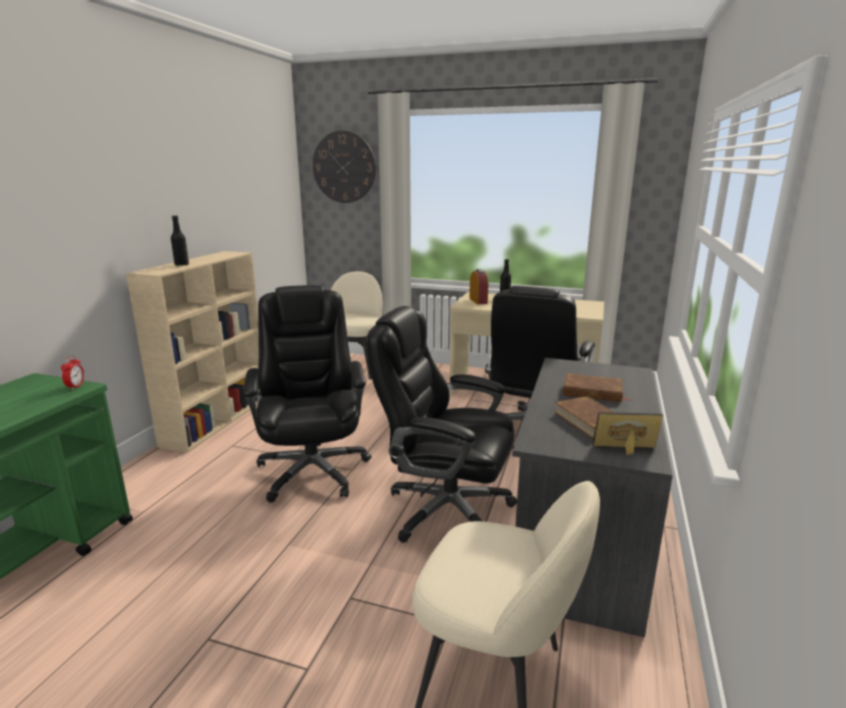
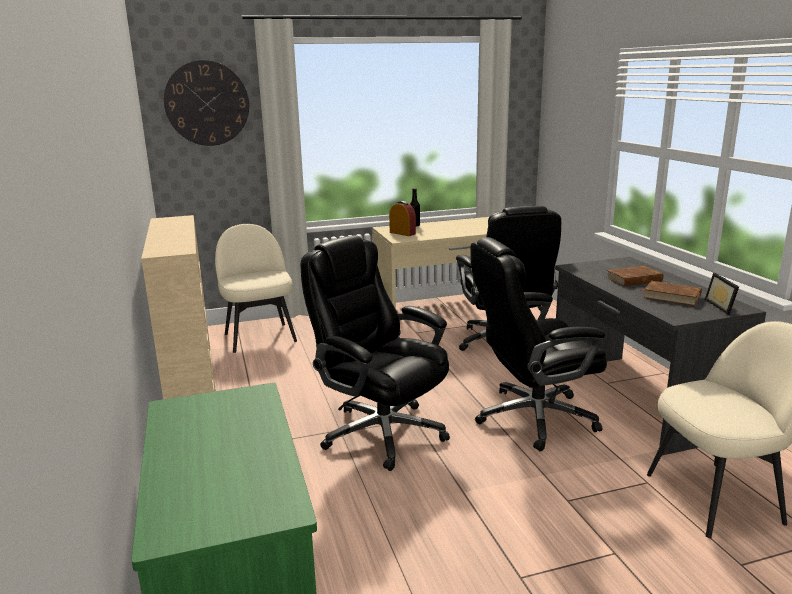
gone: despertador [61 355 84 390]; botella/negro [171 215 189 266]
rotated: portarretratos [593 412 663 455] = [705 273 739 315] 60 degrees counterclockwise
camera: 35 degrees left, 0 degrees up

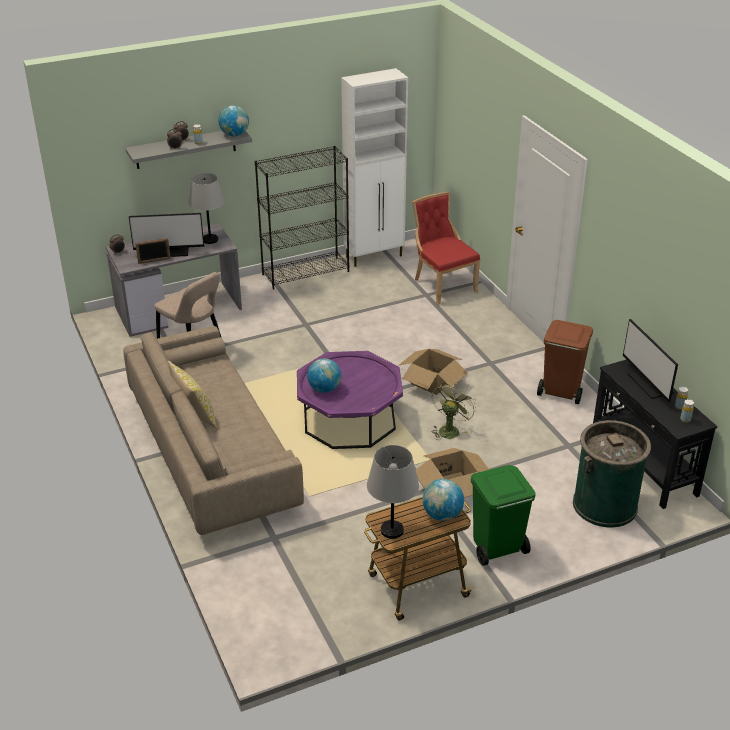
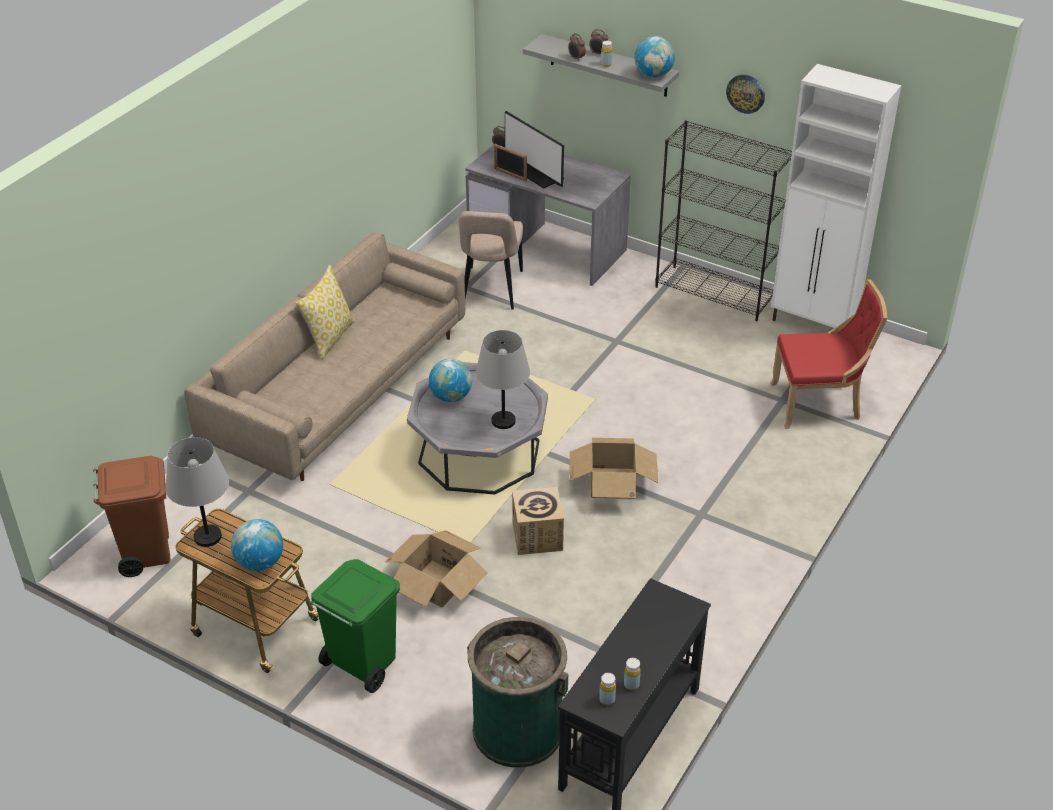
gone: monitor [623 319 678 402]
new: reloj de pared [726 75 765 114]
shifted: papelera/marrón [537 320 593 404] to [93 456 170 577]; lámpara de mesa/gris [188 173 225 244] to [476 330 530 429]
swapped: ventilador/verde [431 382 476 440] to caja de cartón [512 487 564 555]
repainted: mesa de centro/morado [297 351 403 449] to mesa de centro/gris [407 362 548 494]
rotated: silla/rojo [412 192 480 305] = [771 279 888 429] 60 degrees clockwise
camera: 55 degrees right, 5 degrees up

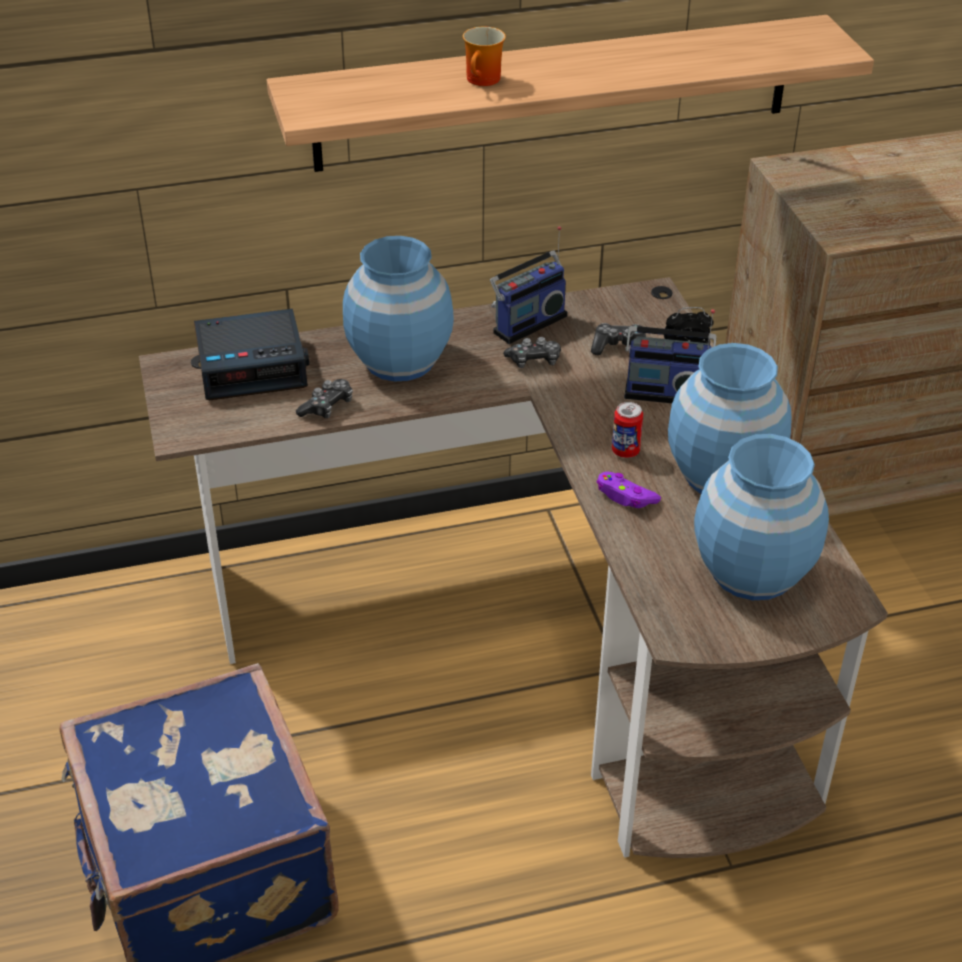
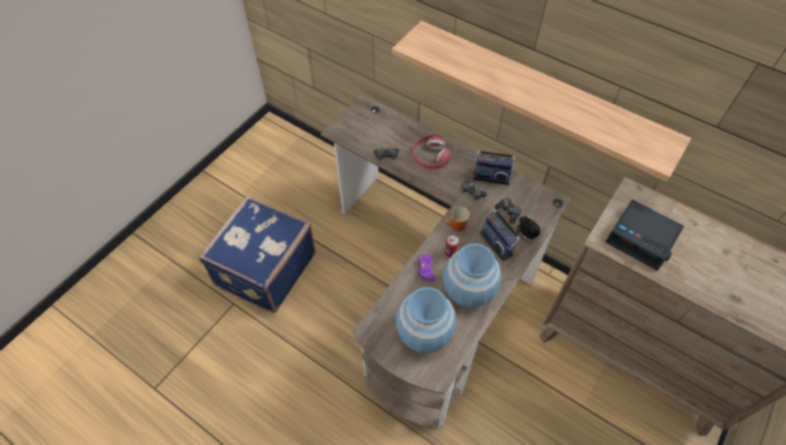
shifted: taza grande [463 27 506 86] to [445 206 470 231]; despertador [194 309 309 400] to [606 199 684 271]
swapped: florero/azul [343 236 454 381] to auriculares/rojo [413 134 452 170]
camera: 50 degrees right, 15 degrees up

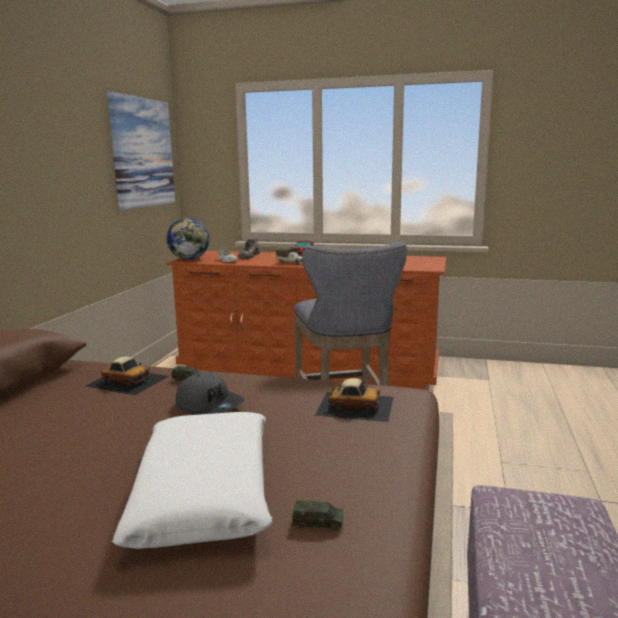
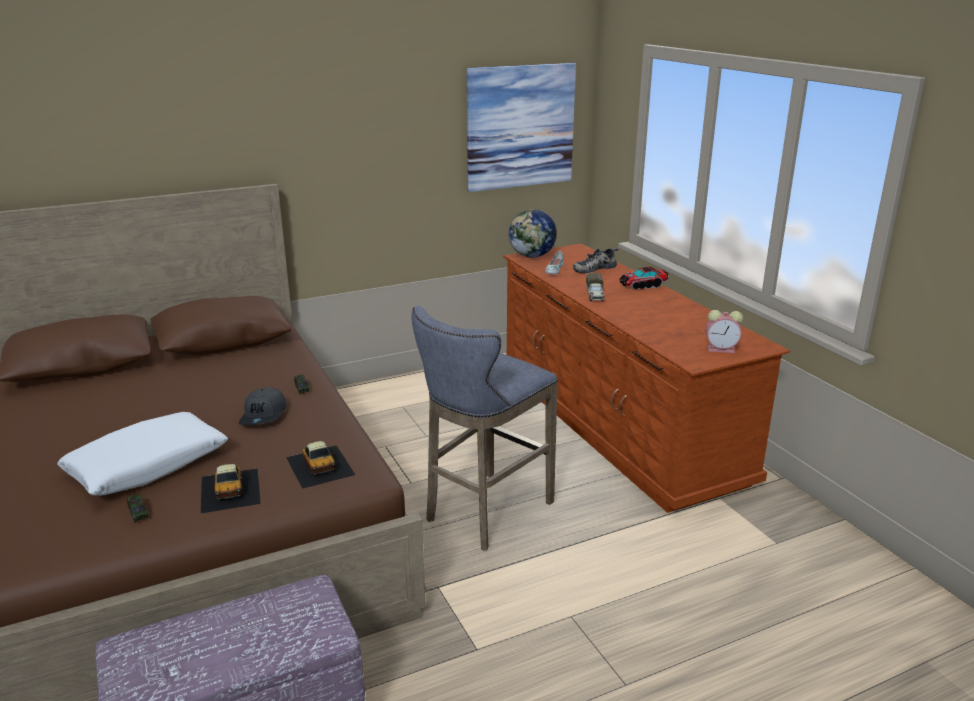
new: despertador [706 310 743 353]
shifted: coche de juguete [85 356 169 395] to [201 464 261 513]
camera: 50 degrees right, 10 degrees up

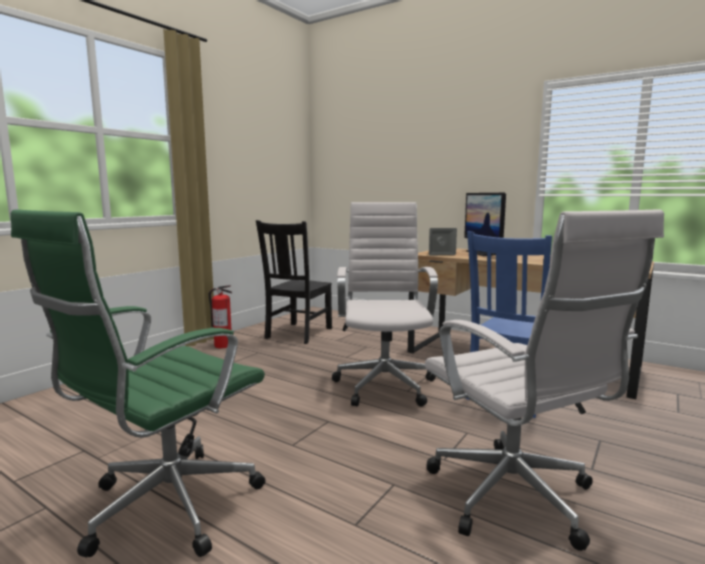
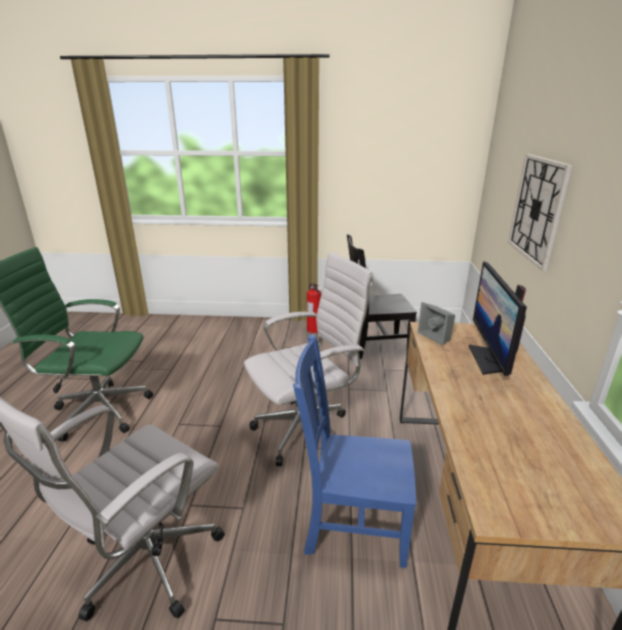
new: reloj de pared [508 154 573 271]
rotated: monitor [464 193 506 256] = [469 261 527 376] 45 degrees counterclockwise
camera: 60 degrees right, 15 degrees up

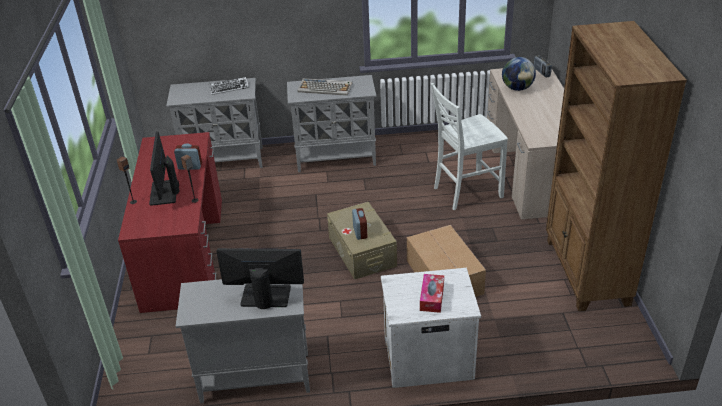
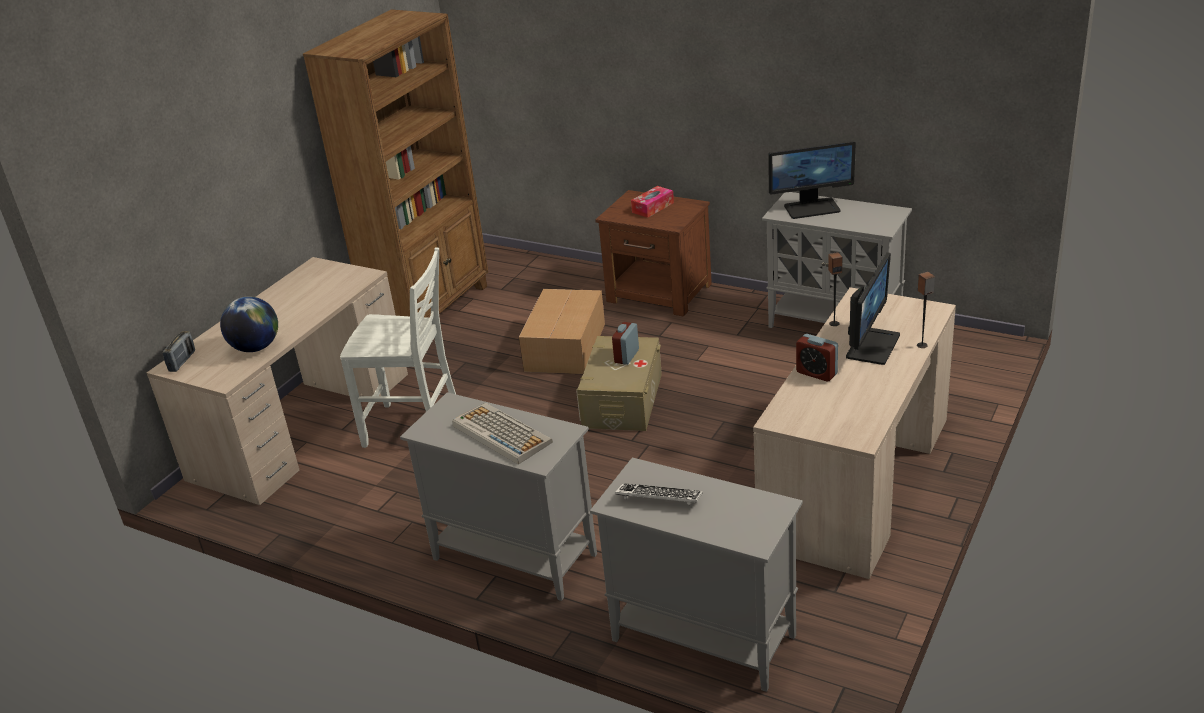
repainted: mesita de noche/blanco [381 268 481 388] to mesita de noche/marrón [595 190 712 317]; escritorio/rojo [118 132 222 313] to escritorio/beis [753 287 956 579]
rotated: monitor [216 248 304 309] = [768 141 856 219] 45 degrees counterclockwise
camera: 145 degrees left, 5 degrees down

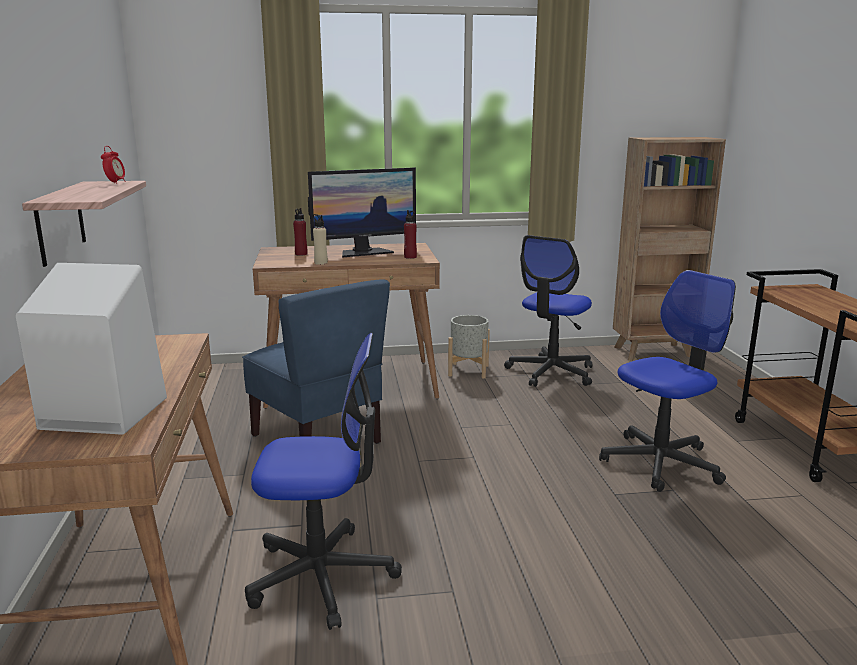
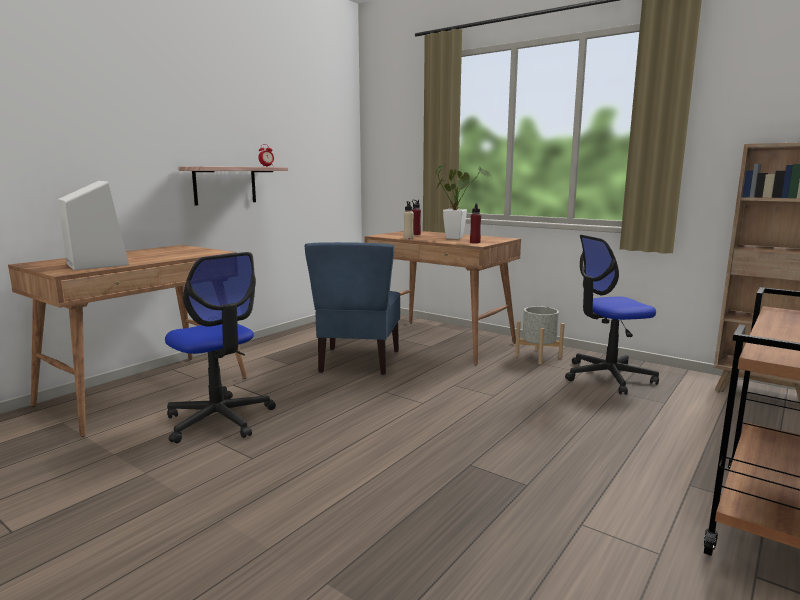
gone: silla de oficina [599 270 736 492]
swapped: monitor [308 167 416 258] to planta en maceta [435 165 491 239]
camera: 45 degrees right, 5 degrees down

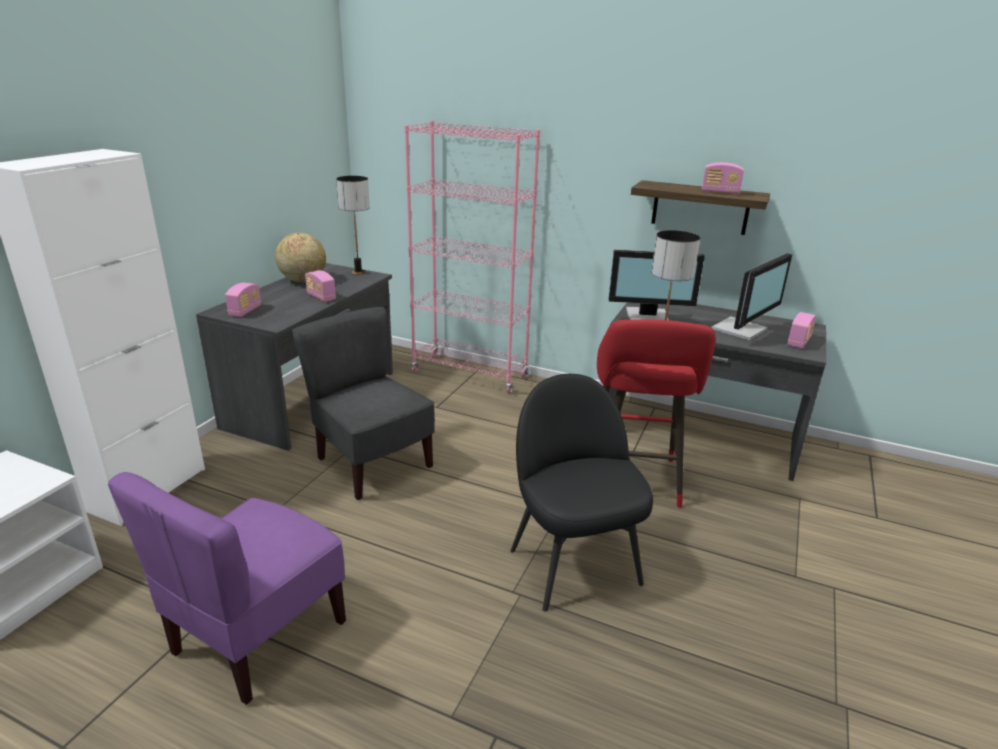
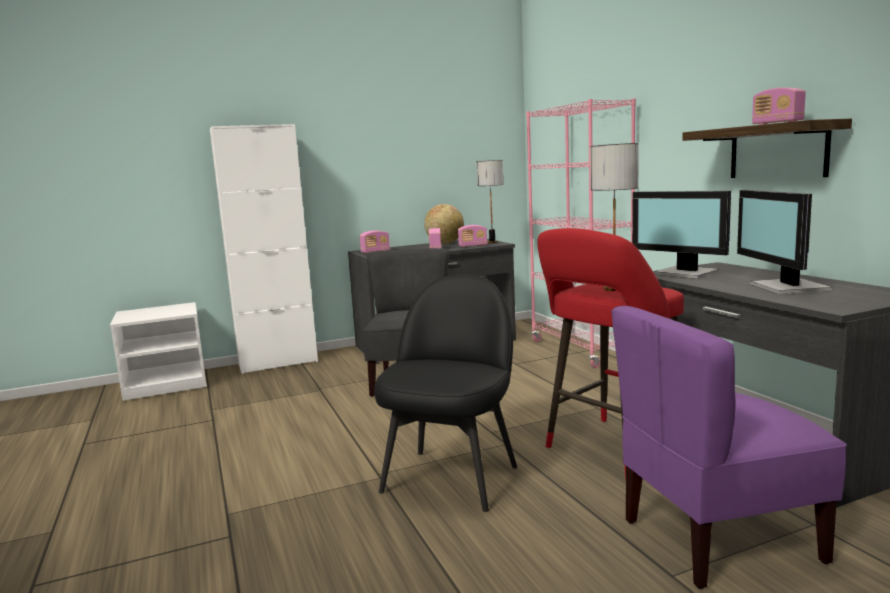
shifted: radio [787 312 816 348] to [458 225 487 247]; silla/morado [108 472 346 705] to [612 306 847 589]
rotated: monitor [712 253 792 341] = [737 190 832 294] 90 degrees clockwise
camera: 45 degrees right, 15 degrees down

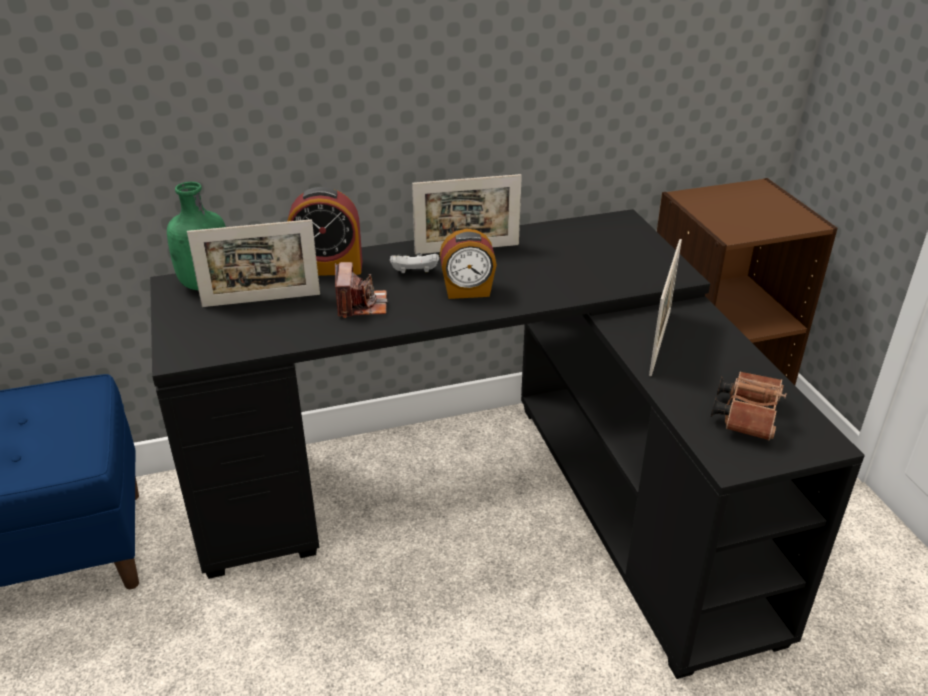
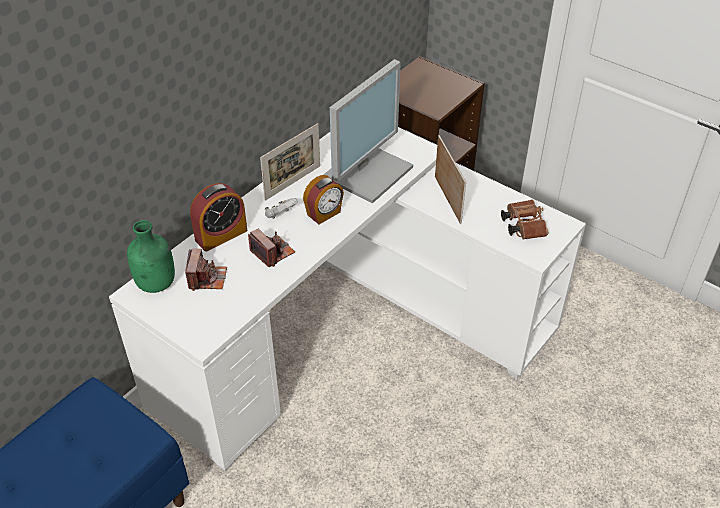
new: monitor [323 59 413 203]
swapped: portarretratos [187 219 320 307] to cámara [185 248 227 291]
repainted: escritorio/negro [150 209 865 679] to escritorio/blanco [109 127 586 471]
camera: 35 degrees left, 10 degrees up

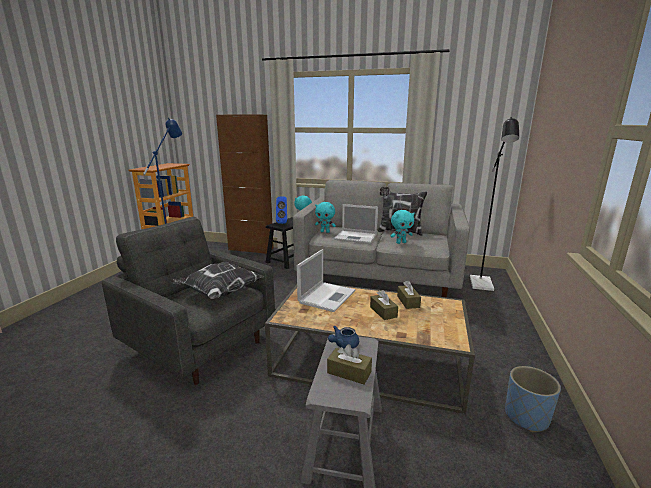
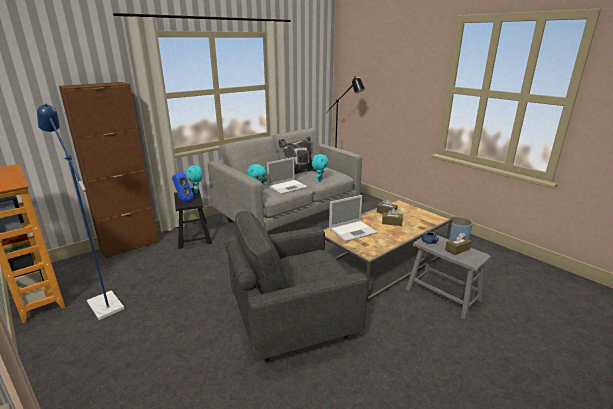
gone: cojín [170 262 265 299]
rotated: portátil [297 249 356 312] = [329 195 378 242] 90 degrees clockwise
camera: 55 degrees left, 5 degrees up

